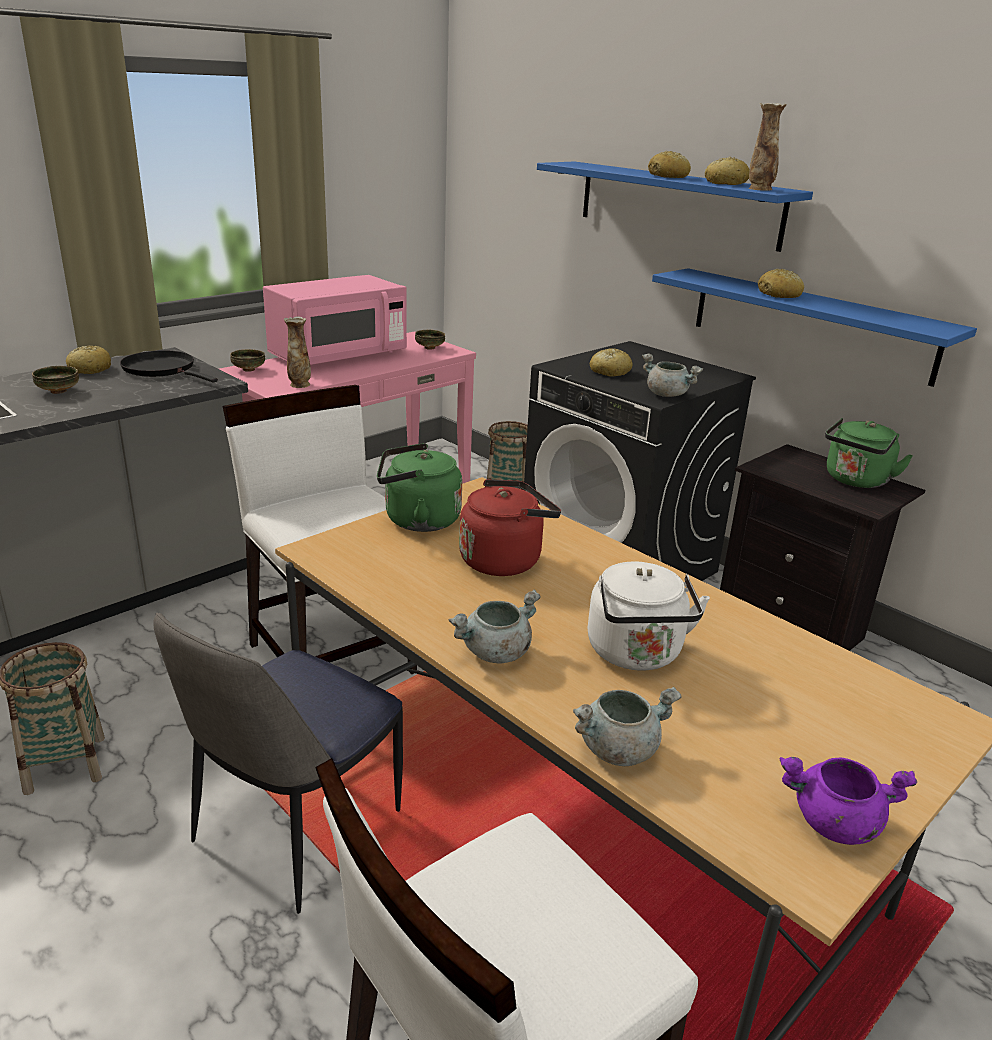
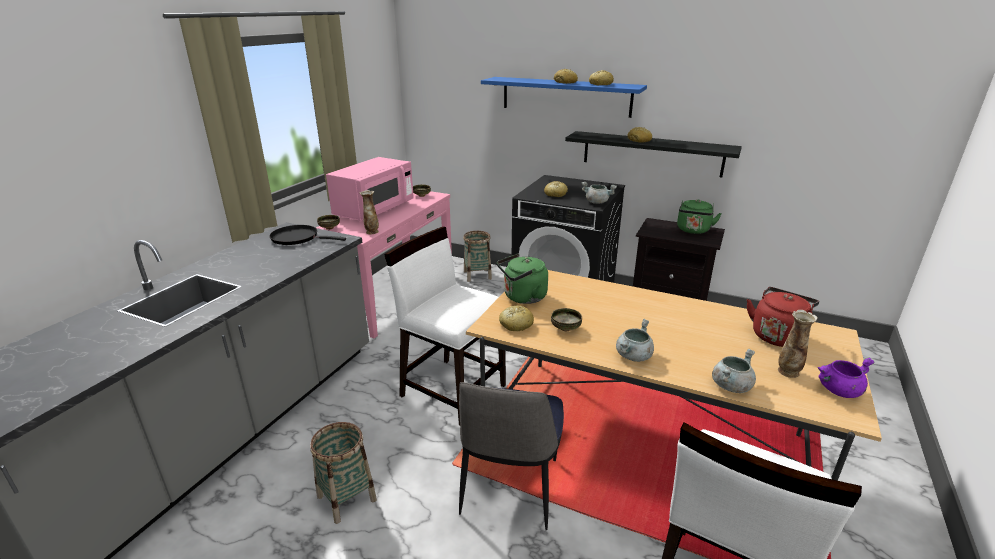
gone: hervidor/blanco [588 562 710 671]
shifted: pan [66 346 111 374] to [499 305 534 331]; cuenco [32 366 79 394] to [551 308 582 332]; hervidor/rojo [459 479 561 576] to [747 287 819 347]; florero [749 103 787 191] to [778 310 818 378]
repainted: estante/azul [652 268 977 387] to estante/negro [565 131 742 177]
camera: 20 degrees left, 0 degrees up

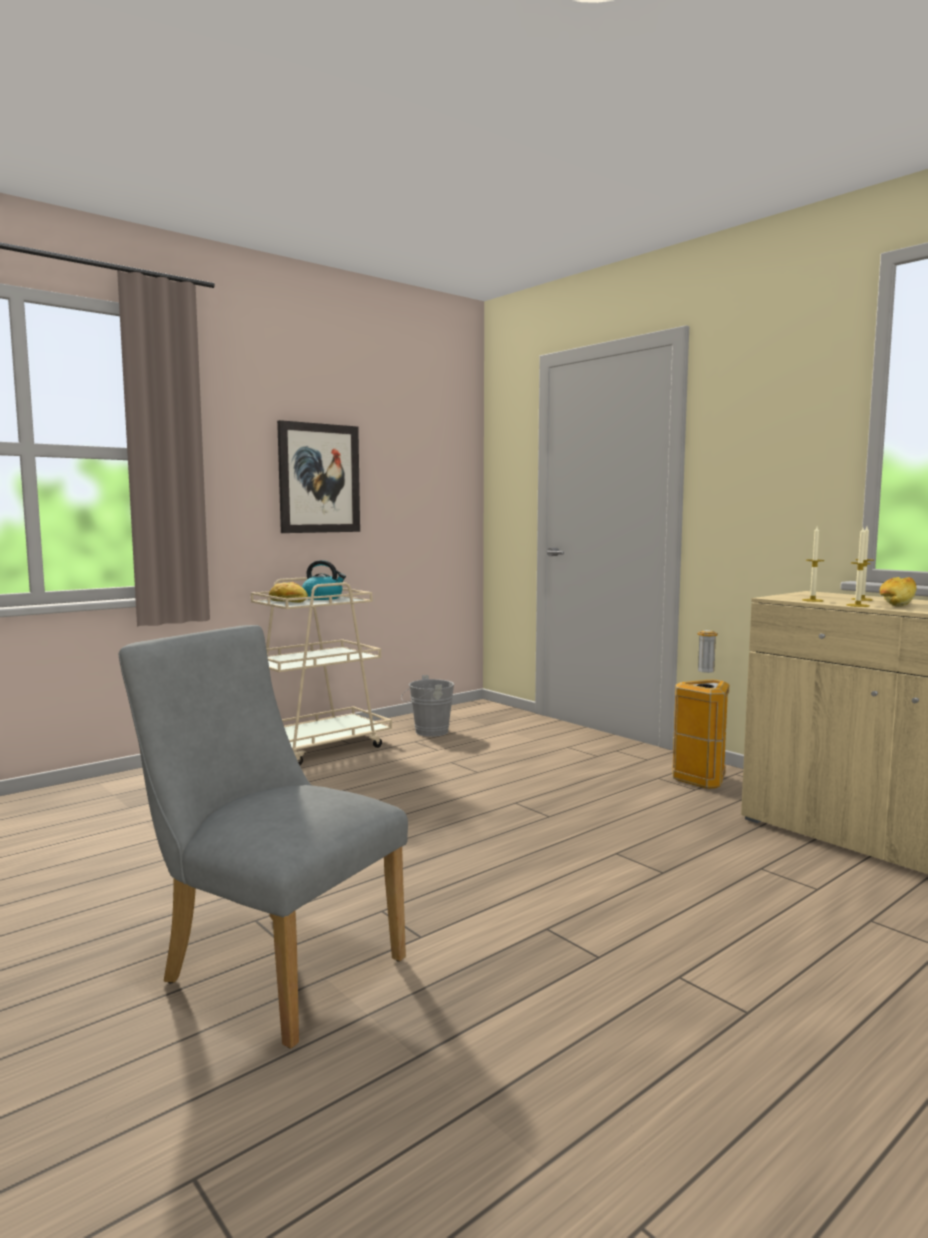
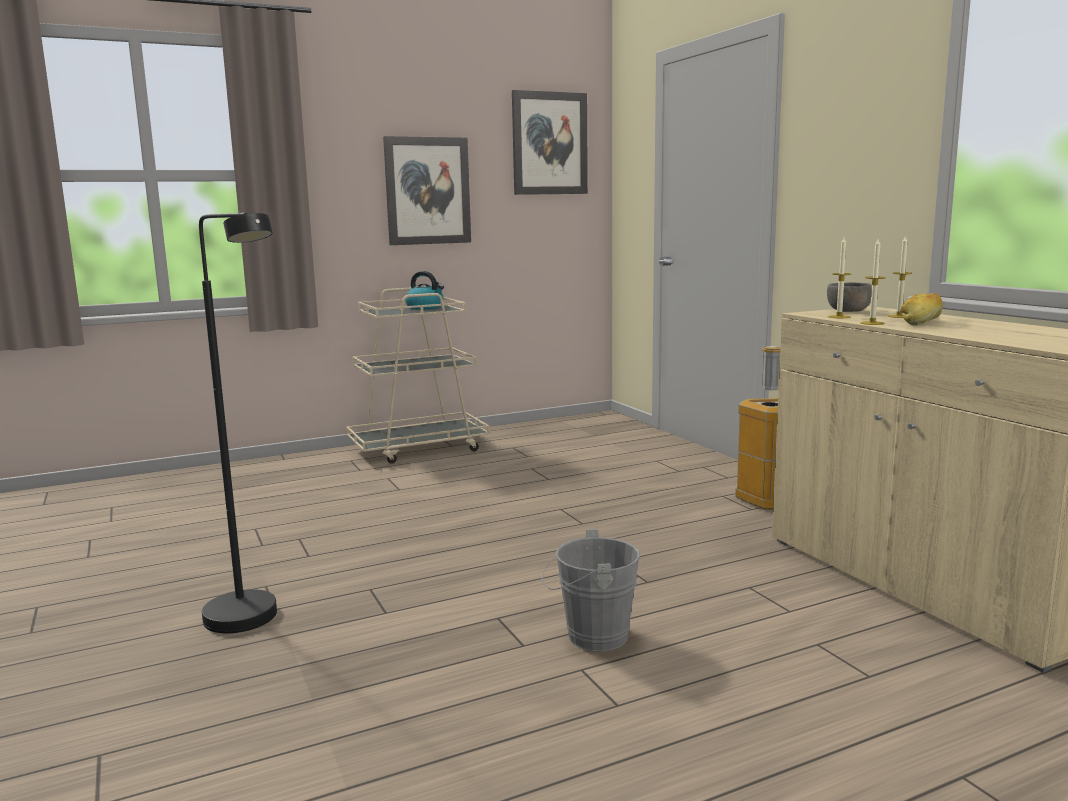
gone: pan [269 582 308 603]
new: cuadro [512 90 588 195]; cuenco/gris [827 283 872 312]
shifted: cubo/gris [401 675 455 737] to [542 529 640 651]
swapped: silla/gris [119 625 408 1048] to lámpara de pie/negro [199 213 277 633]
camera: 15 degrees right, 5 degrees up

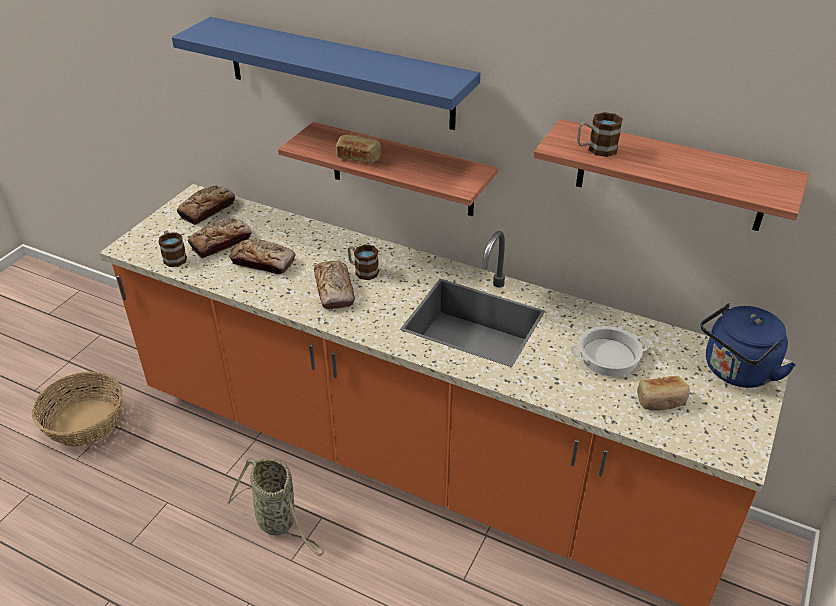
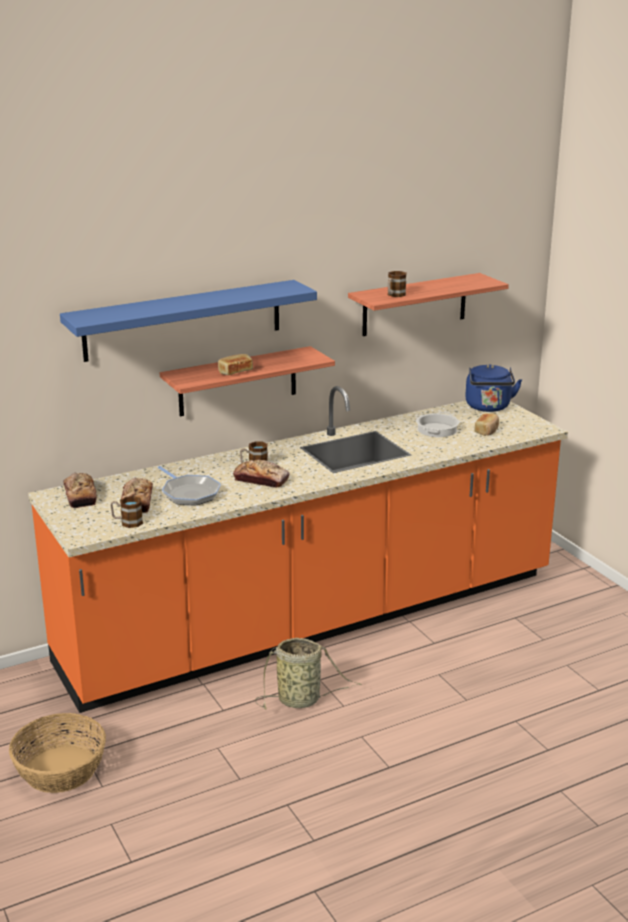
swapped: pan [229 239 295 275] to sartén [158 466 221 506]
camera: 55 degrees left, 15 degrees down

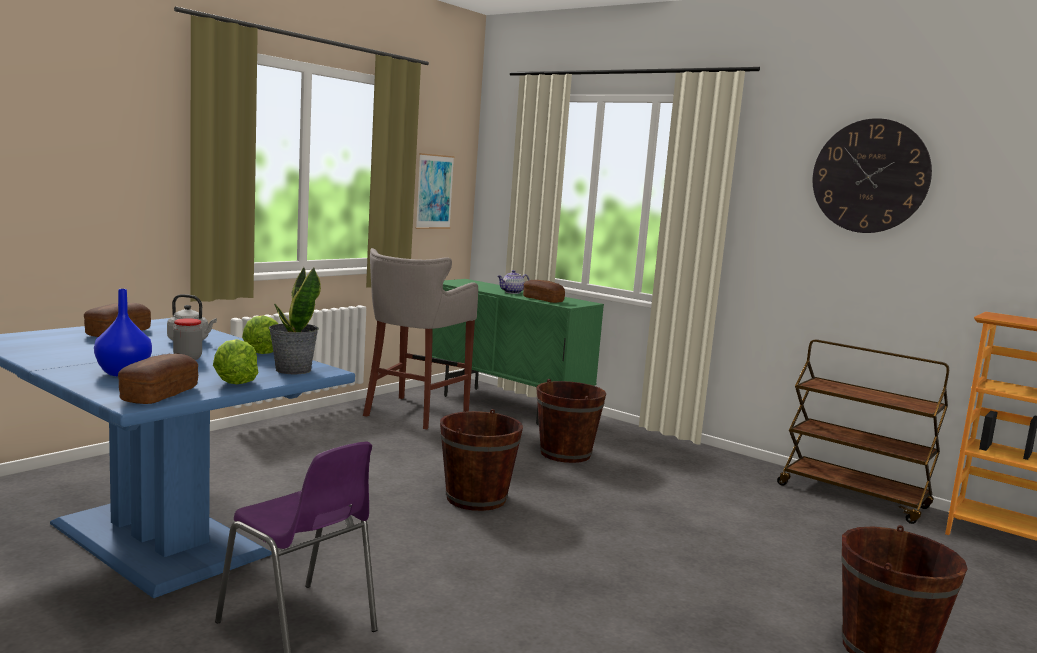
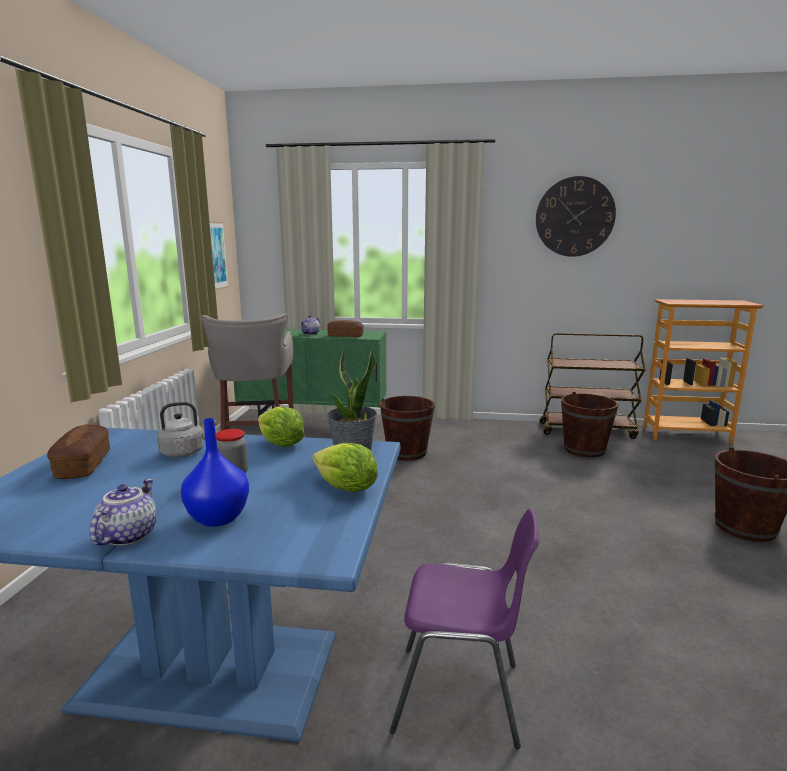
gone: pan [118 354 198 404]
new: tetera [89 479 157 546]
shifted: cubo/marrón [440 409 523 511] to [561 392 618 457]
camera: 30 degrees left, 5 degrees up

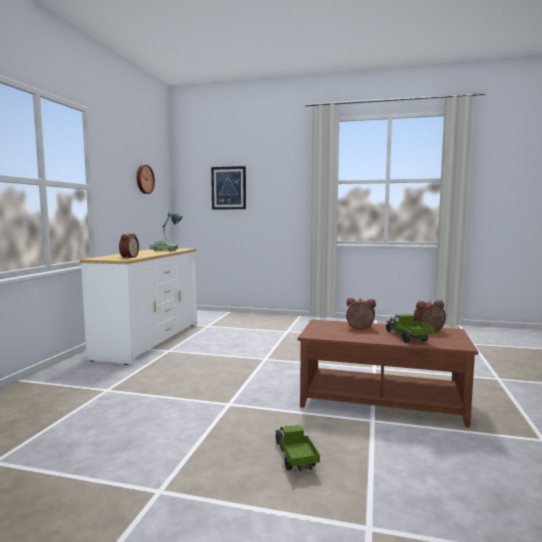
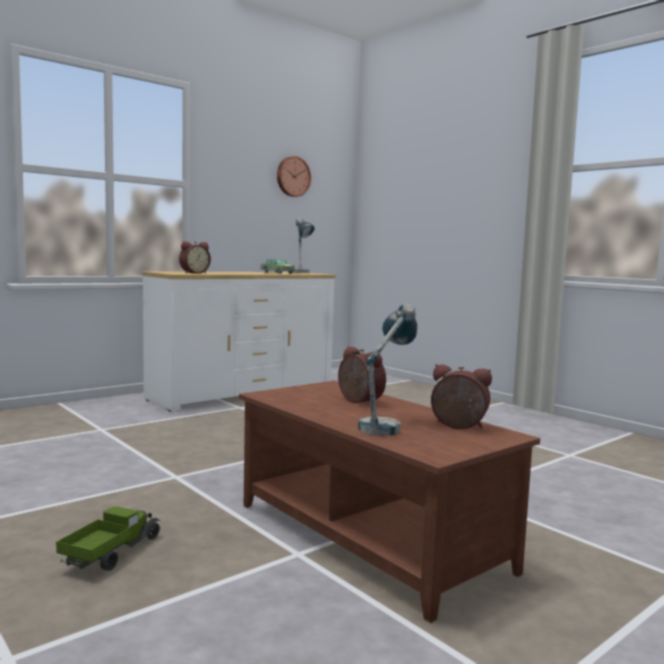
gone: cuadro [211 166 246 209]
swapped: camión de juguete [386 314 434 343] to lámpara de mesa [358 303 417 436]
camera: 35 degrees right, 0 degrees up

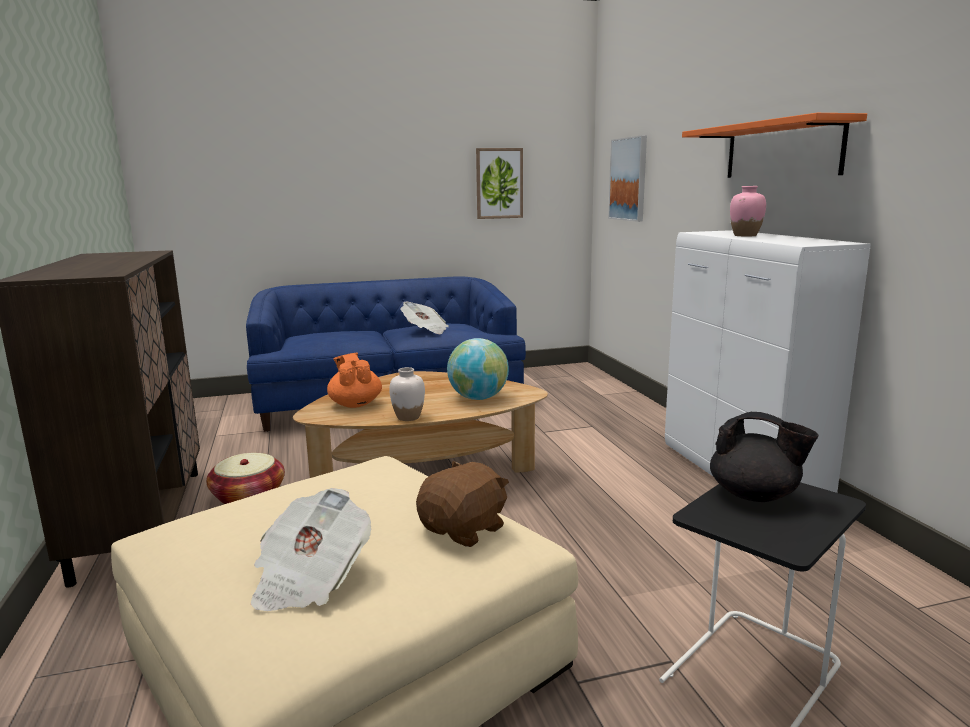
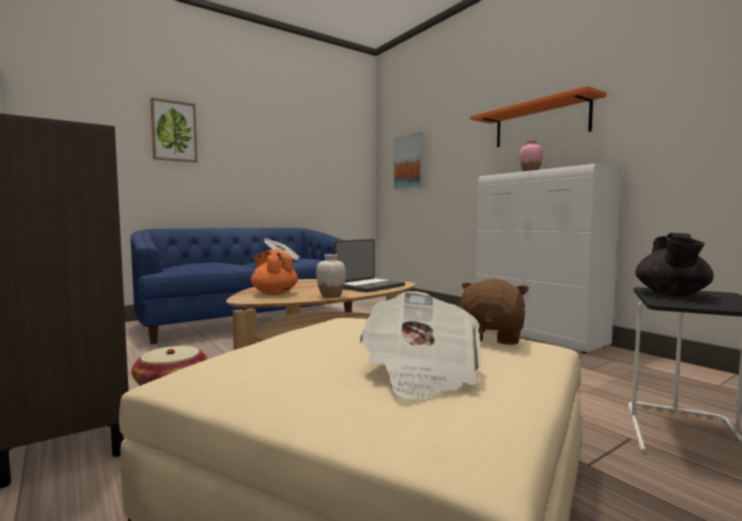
shifted: cuadro [476 148 523 219] to [150 97 197 163]
swapped: globo terráqueo [447 338 509 400] to portátil [334 239 405 292]
rotated: tetera/negro [710 412 819 502] = [635 233 714 296] 105 degrees clockwise
camera: 20 degrees left, 10 degrees down

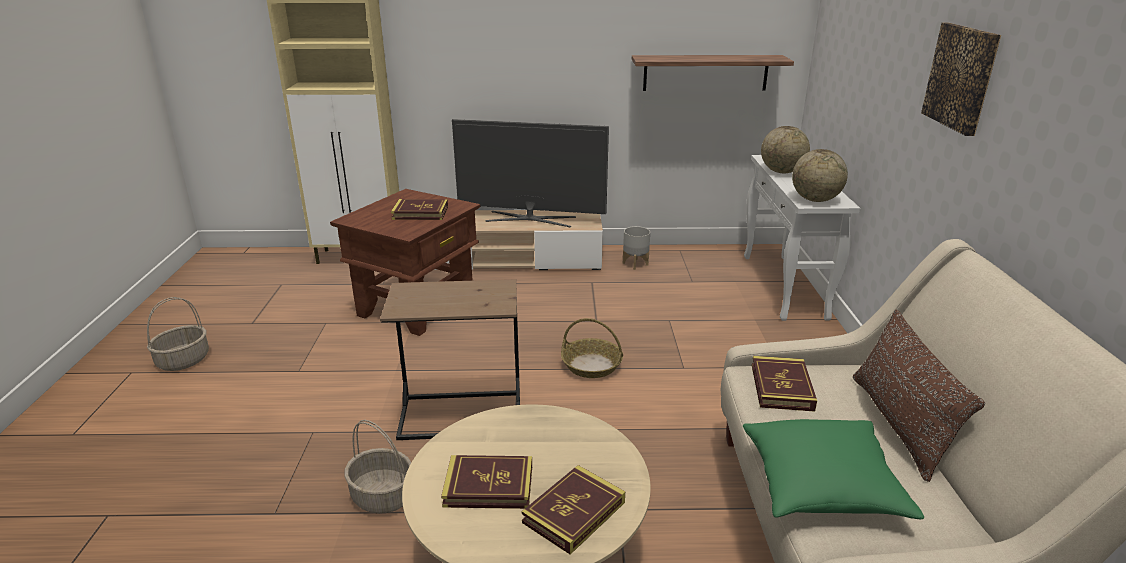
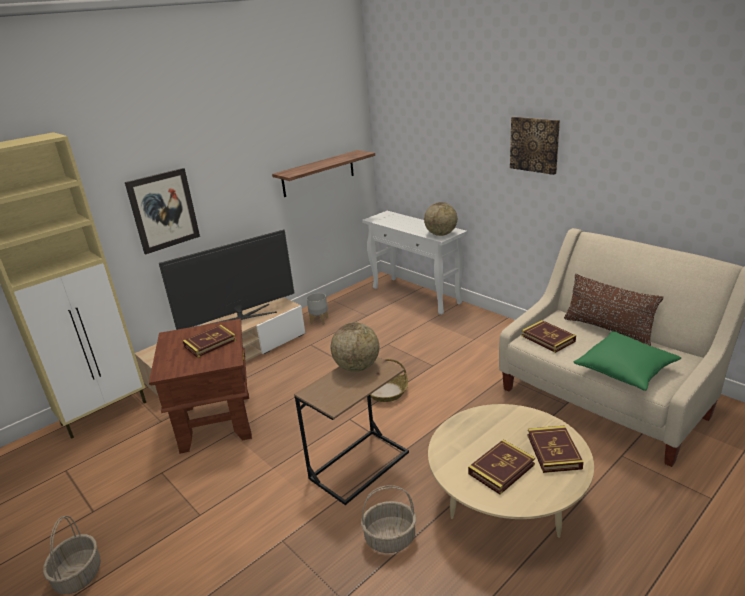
new: cuadro [125 168 200 254]
shifted: globo terráqueo [761 126 810 173] to [331 322 379 372]
camera: 40 degrees left, 0 degrees up

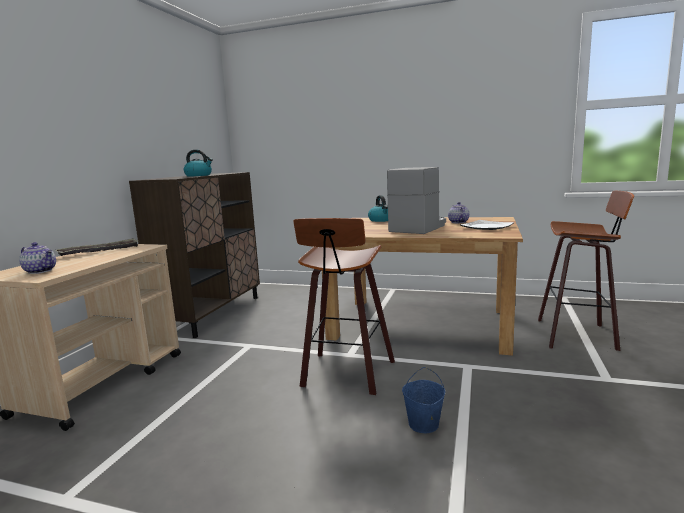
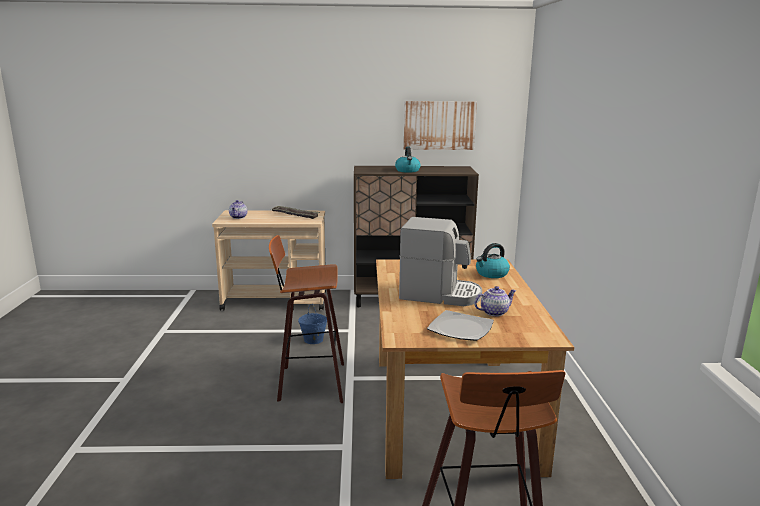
new: cuadro [404 101 477 150]
shifted: cubo/azul [402 367 446 434] to [298 304 327 344]
camera: 70 degrees right, 5 degrees up

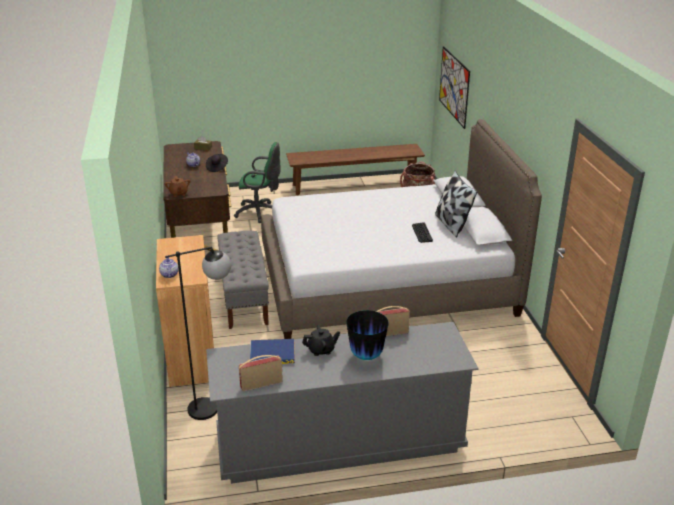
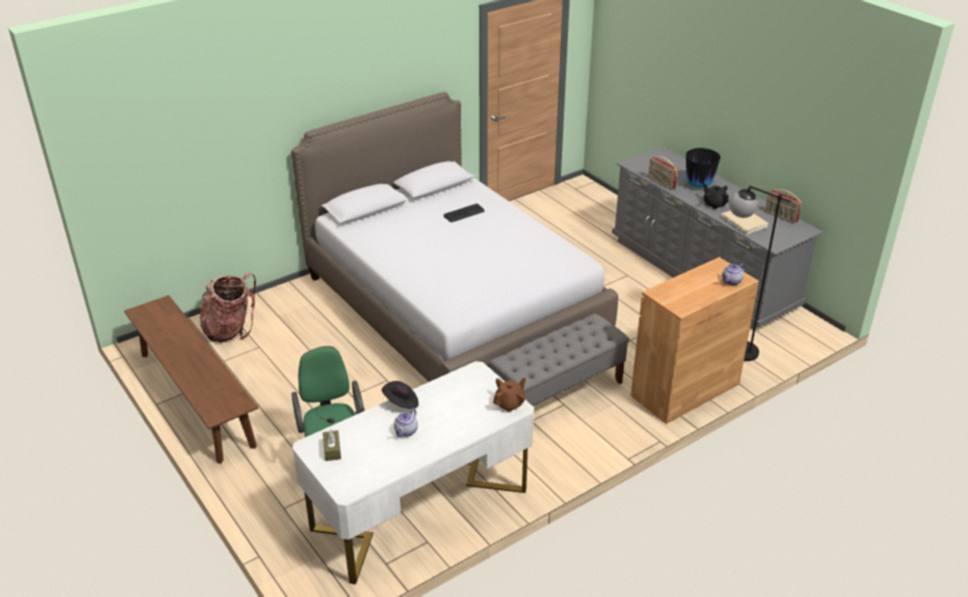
gone: cojín [435 170 477 237]; cuadro [439 46 470 129]
repainted: escritorio/marrón [163 141 231 251] to escritorio/blanco [292 361 534 584]; libro/azul [250 339 295 364] to libro/beis [721 211 769 235]
camera: 115 degrees left, 5 degrees up

